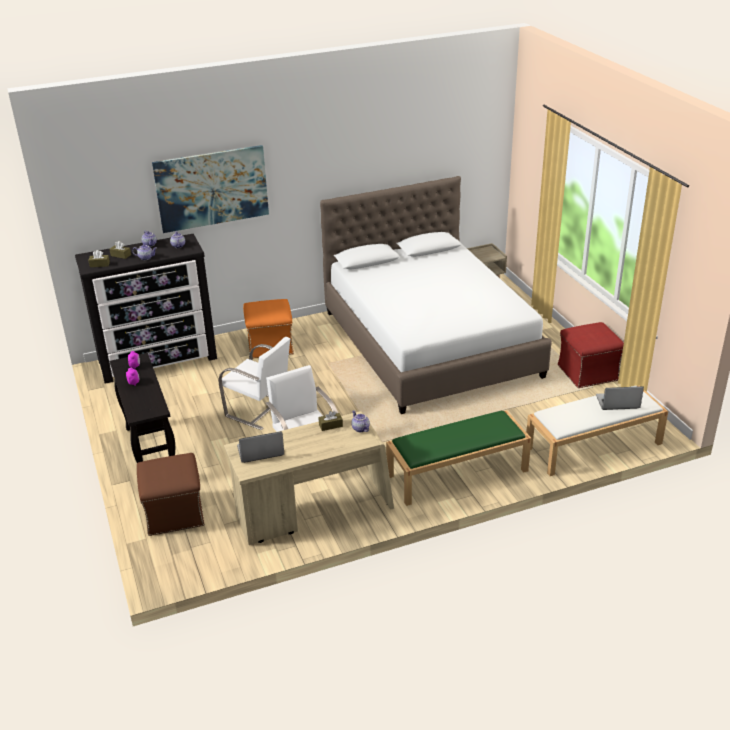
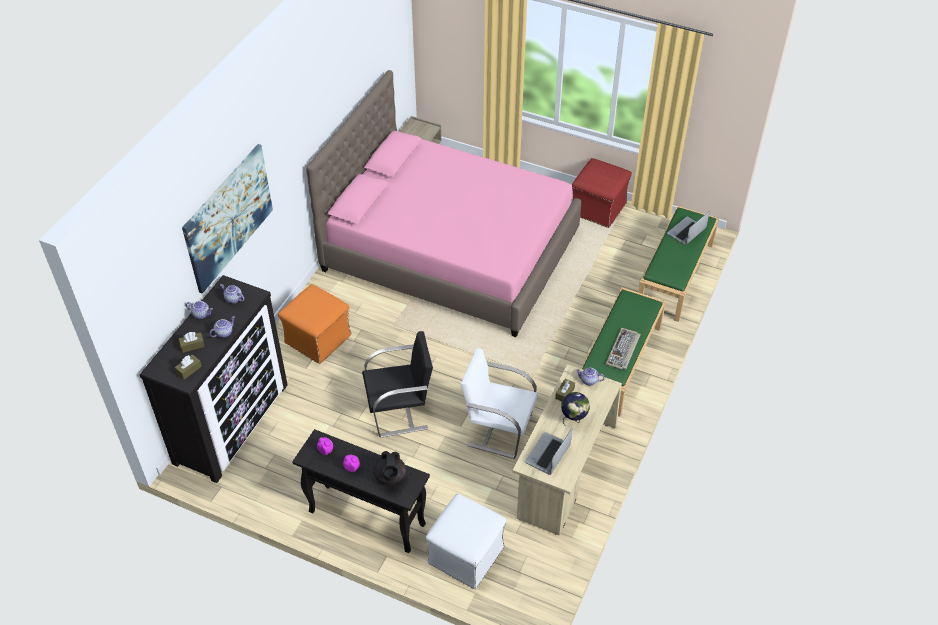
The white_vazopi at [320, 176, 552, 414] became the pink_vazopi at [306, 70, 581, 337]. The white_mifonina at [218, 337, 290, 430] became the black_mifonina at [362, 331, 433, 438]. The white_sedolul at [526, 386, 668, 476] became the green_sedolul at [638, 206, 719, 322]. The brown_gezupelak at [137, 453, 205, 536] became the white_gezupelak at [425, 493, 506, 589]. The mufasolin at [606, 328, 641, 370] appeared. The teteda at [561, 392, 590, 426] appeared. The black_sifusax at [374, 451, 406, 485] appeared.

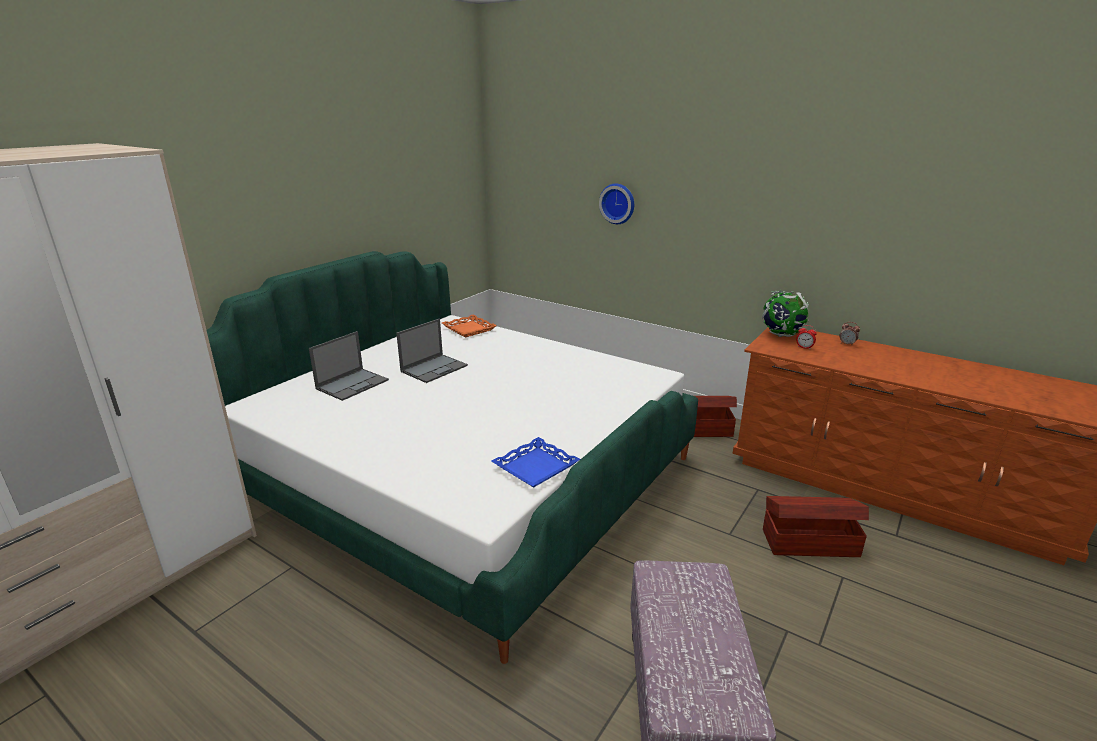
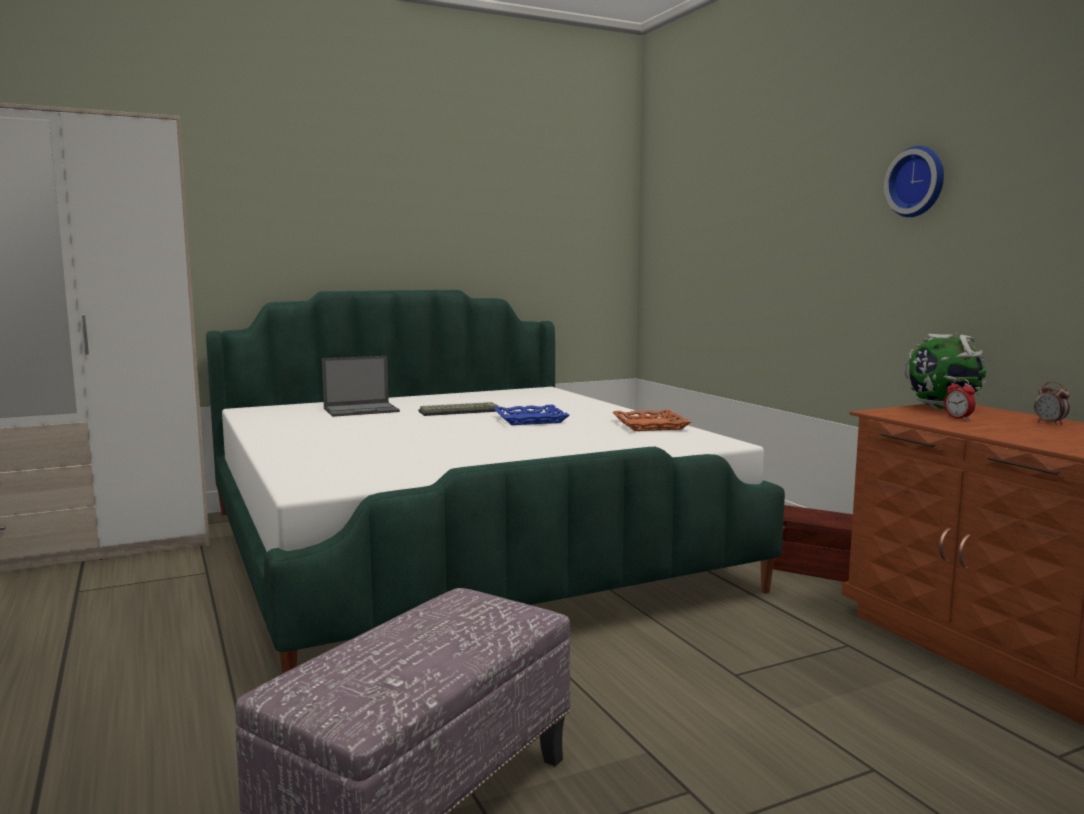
The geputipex moved from [599, 184, 634, 224] to [884, 146, 944, 217]. The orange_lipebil moved from [442, 314, 497, 337] to [613, 409, 691, 431]. The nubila at [396, 319, 468, 383] was replaced by the mufasolin at [418, 402, 499, 416]. The blue_lipebil moved from [491, 437, 580, 487] to [493, 405, 570, 425]. The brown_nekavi at [763, 496, 869, 557] disappeared.

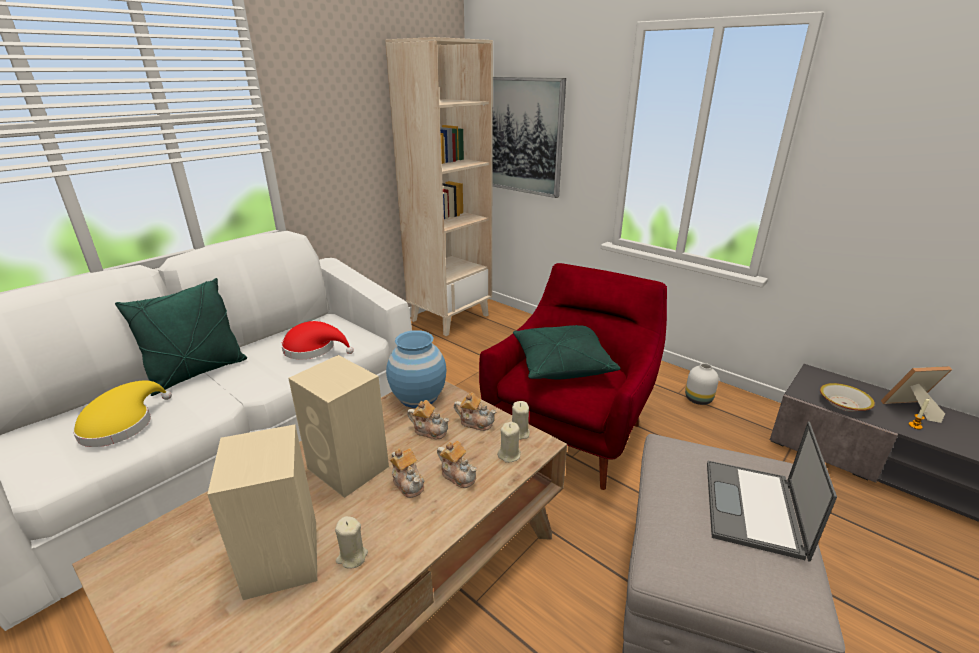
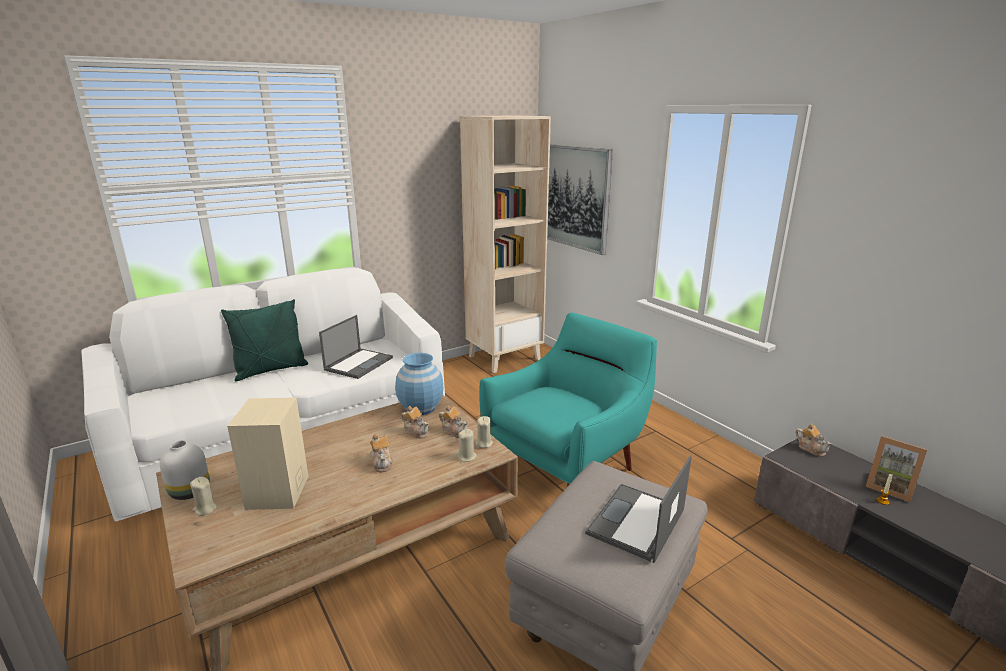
The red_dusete at [479, 263, 667, 490] became the turquoise_dusete at [479, 313, 657, 487]. The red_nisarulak at [281, 321, 354, 360] was replaced by the nubila at [319, 315, 393, 379]. The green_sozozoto at [513, 325, 620, 379] disappeared. The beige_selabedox at [288, 355, 389, 498] disappeared. The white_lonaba moved from [685, 363, 719, 405] to [160, 440, 210, 500]. The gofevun at [881, 366, 952, 423] turned 150 degrees counterclockwise. The yellow_nisarulak at [73, 381, 172, 447] disappeared. The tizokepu at [820, 383, 875, 412] disappeared. The sifusax moved from [437, 441, 477, 488] to [796, 424, 832, 457]. The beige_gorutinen moved from [335, 516, 368, 569] to [190, 477, 217, 516].

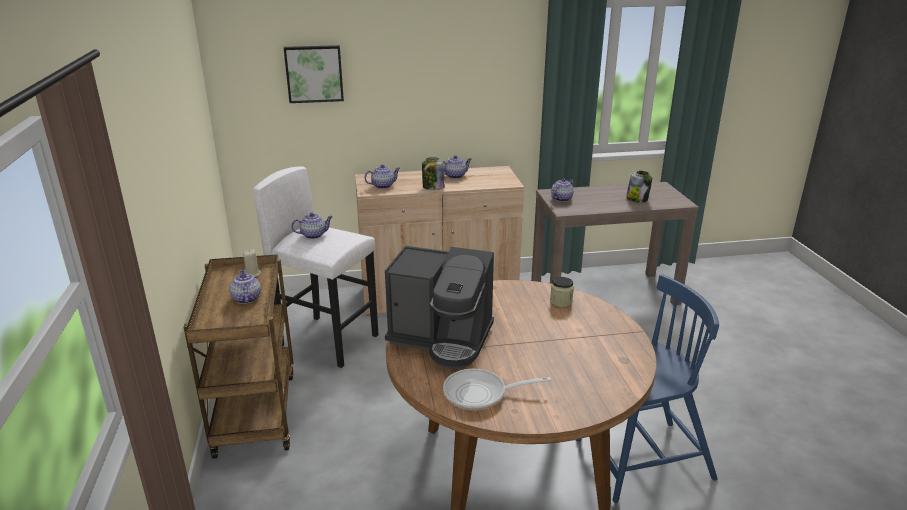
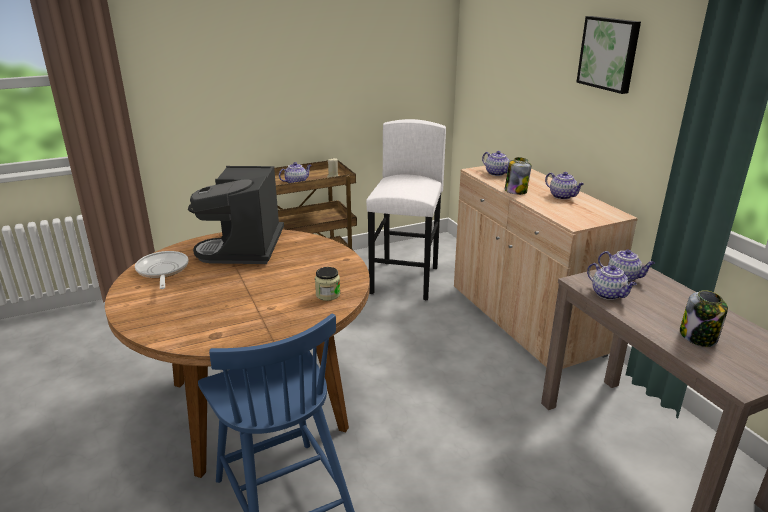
The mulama moved from [284, 45, 344, 103] to [576, 16, 641, 94]. The sifusax moved from [291, 213, 333, 239] to [587, 263, 637, 300].

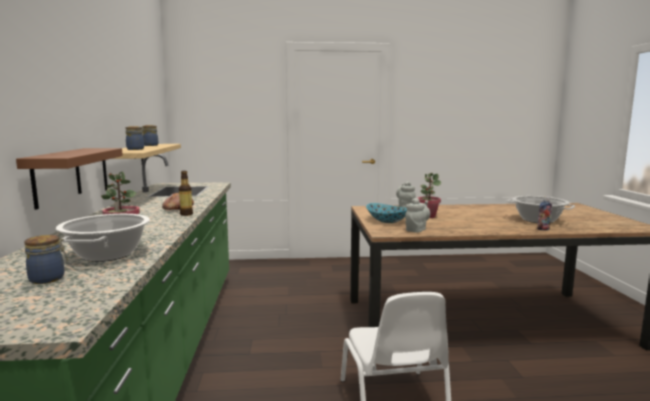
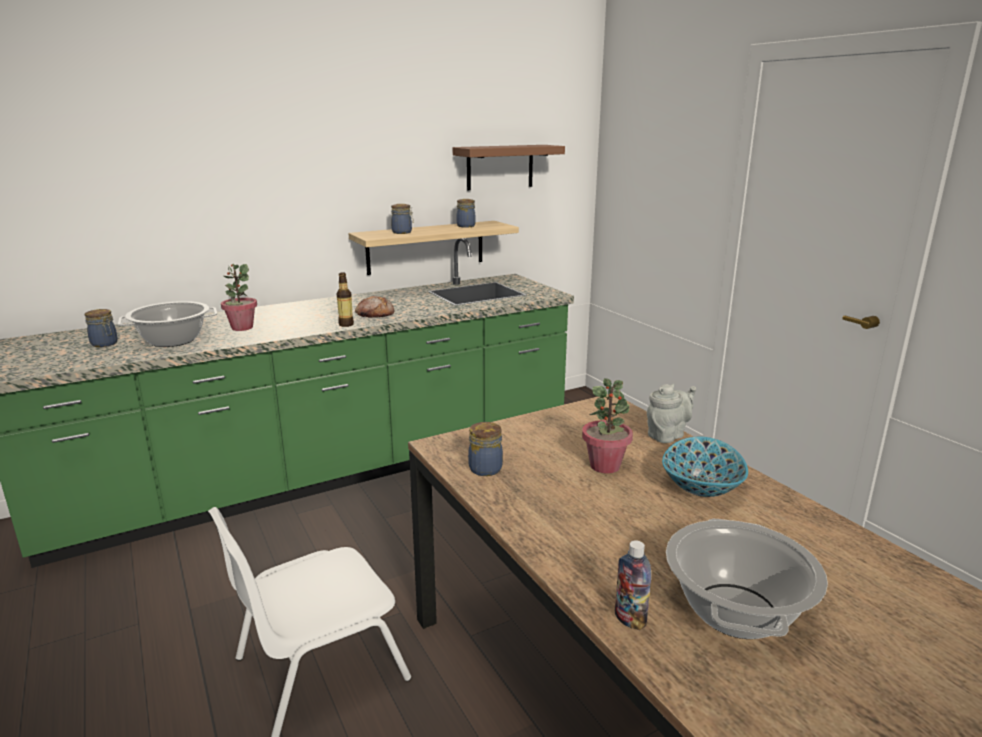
The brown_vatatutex moved from [16, 148, 123, 210] to [453, 145, 565, 190]. The grey_sifusax at [405, 198, 430, 233] was replaced by the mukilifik at [468, 422, 503, 476]. The tizokepu moved from [366, 203, 407, 223] to [662, 437, 748, 497].

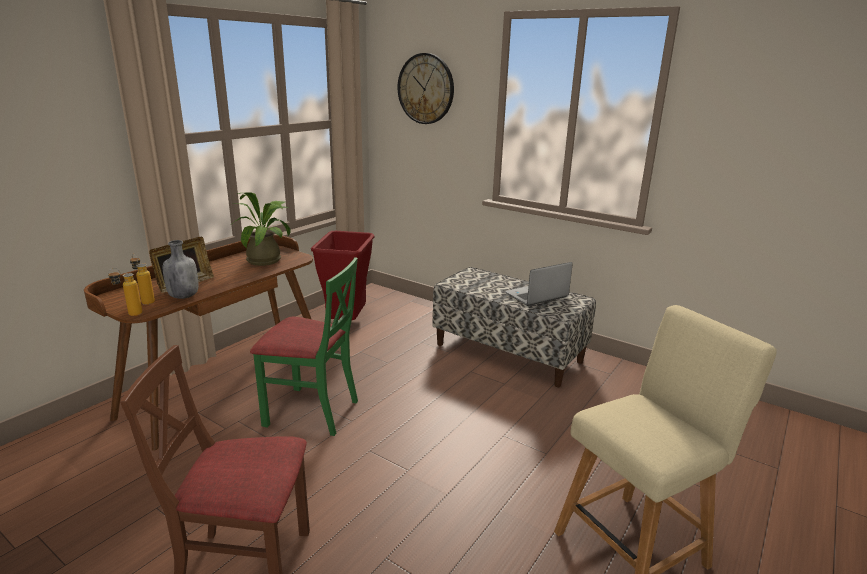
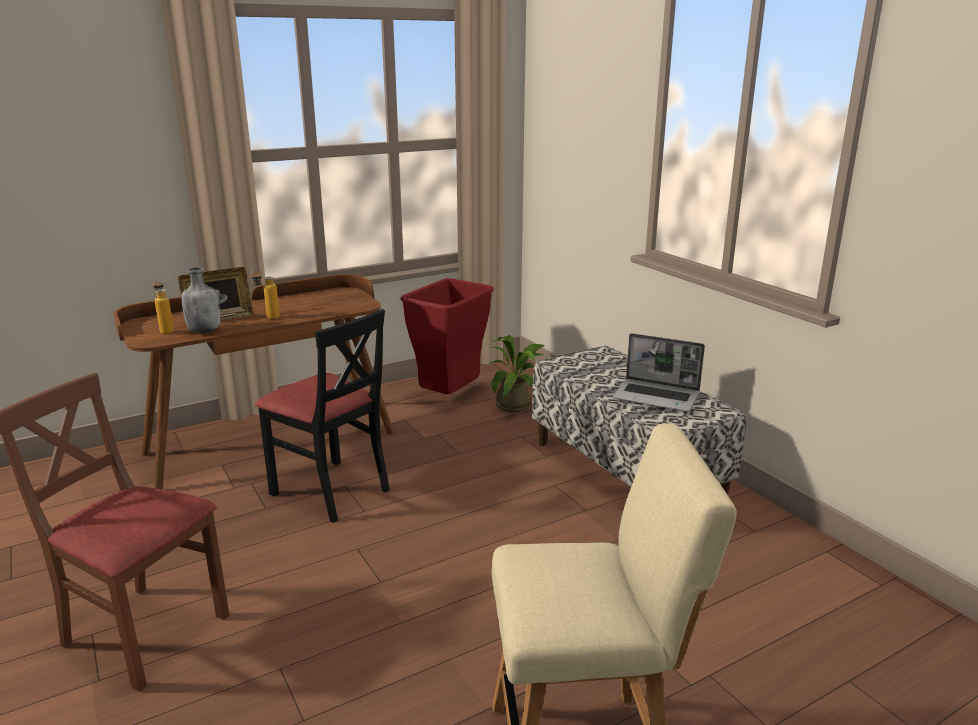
The geputipex at [398, 53, 454, 124] disappeared. The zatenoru moved from [232, 192, 291, 266] to [485, 335, 546, 413]. The green_mifonina at [250, 257, 358, 436] became the black_mifonina at [255, 309, 390, 523]. The nubila at [505, 262, 573, 306] turned 150 degrees counterclockwise. The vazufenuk moved from [108, 268, 142, 316] to [251, 269, 280, 319].

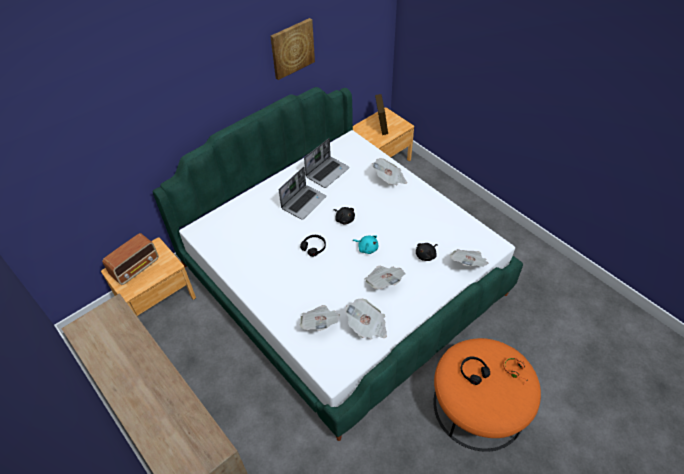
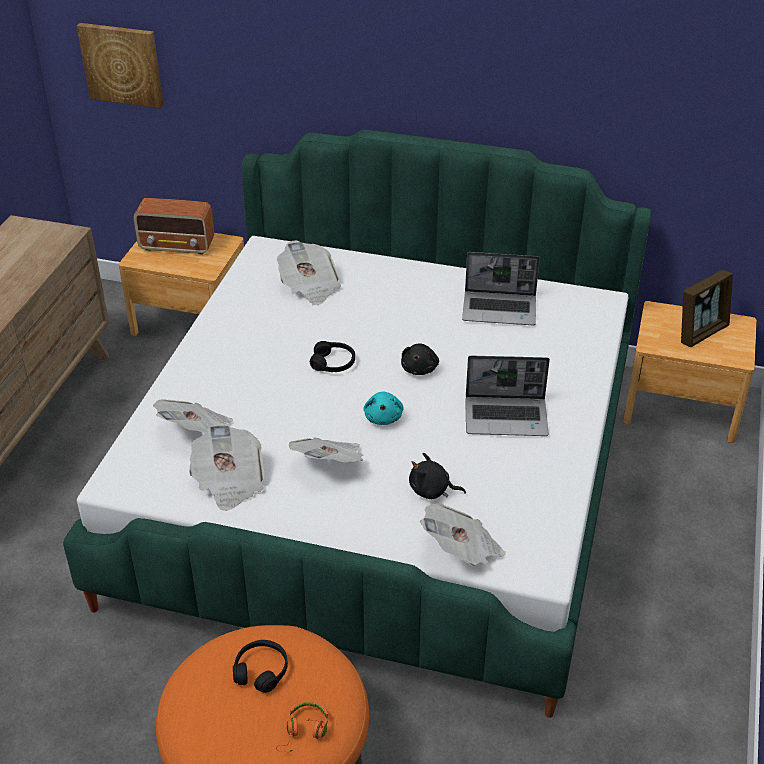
The mulama moved from [271, 18, 315, 80] to [77, 23, 164, 108]. The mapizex moved from [372, 158, 407, 185] to [277, 240, 341, 305]. The nubila moved from [279, 167, 327, 220] to [465, 356, 550, 436].

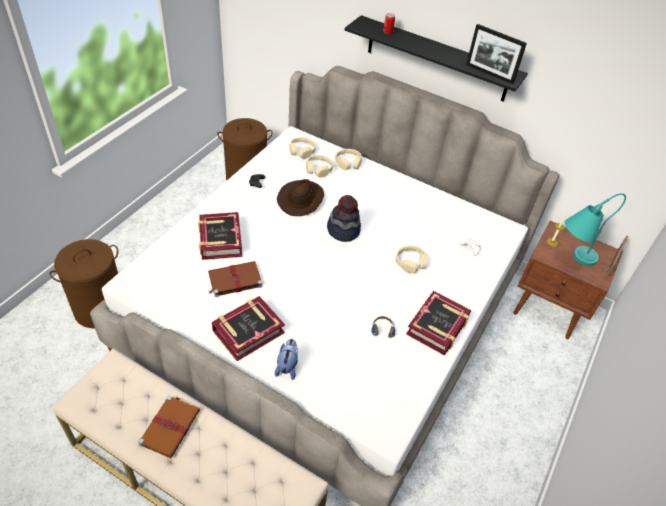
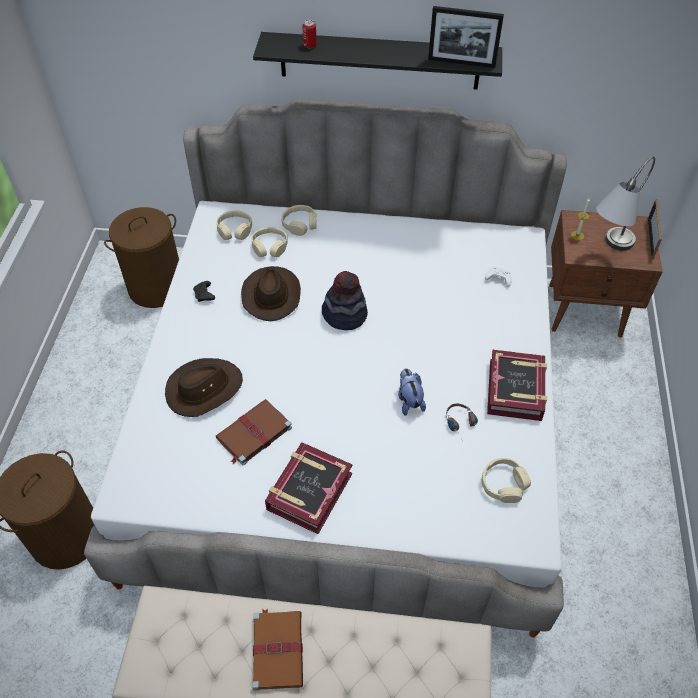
The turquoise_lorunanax at [564, 193, 626, 266] became the grey_lorunanax at [596, 157, 655, 250]. The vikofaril at [198, 212, 242, 260] was replaced by the brown_nisarulak at [165, 358, 243, 417]. The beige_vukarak moved from [396, 245, 427, 274] to [482, 458, 531, 503]. The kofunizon moved from [275, 339, 298, 380] to [398, 368, 426, 416].

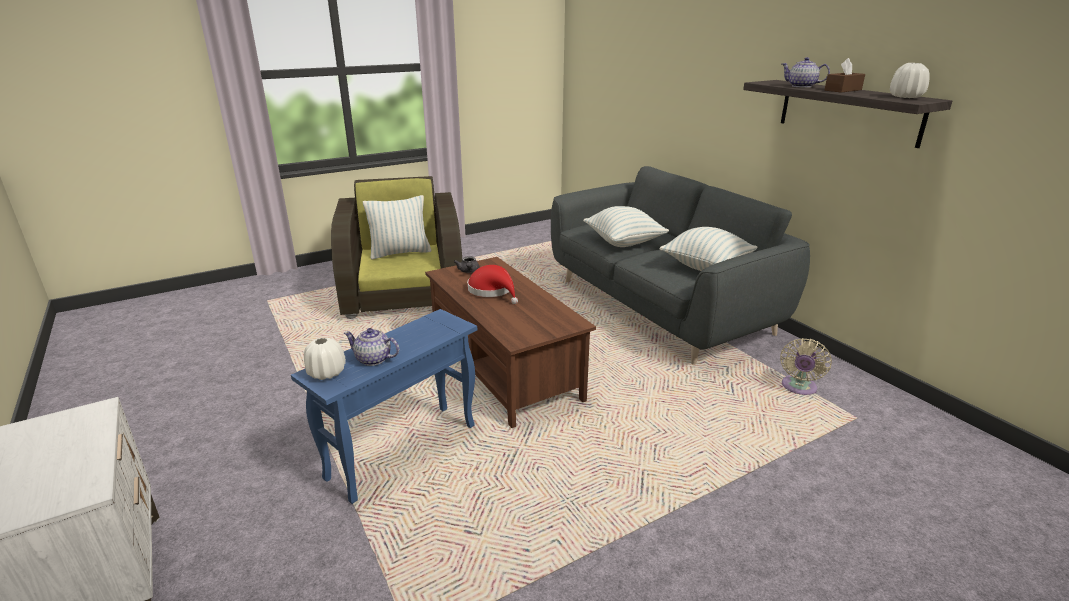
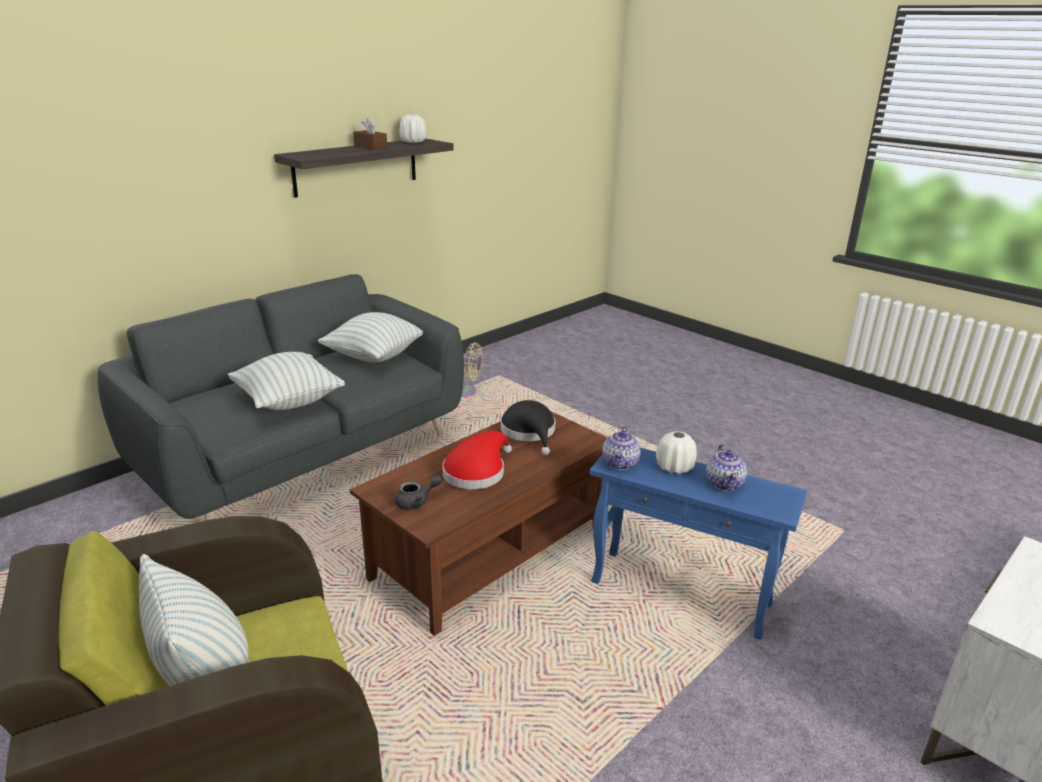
The sifusax moved from [782, 57, 830, 88] to [602, 426, 640, 470]. The white_lonaba moved from [304, 337, 346, 380] to [656, 431, 697, 474]. The black_nisarulak at [501, 400, 555, 455] appeared.

